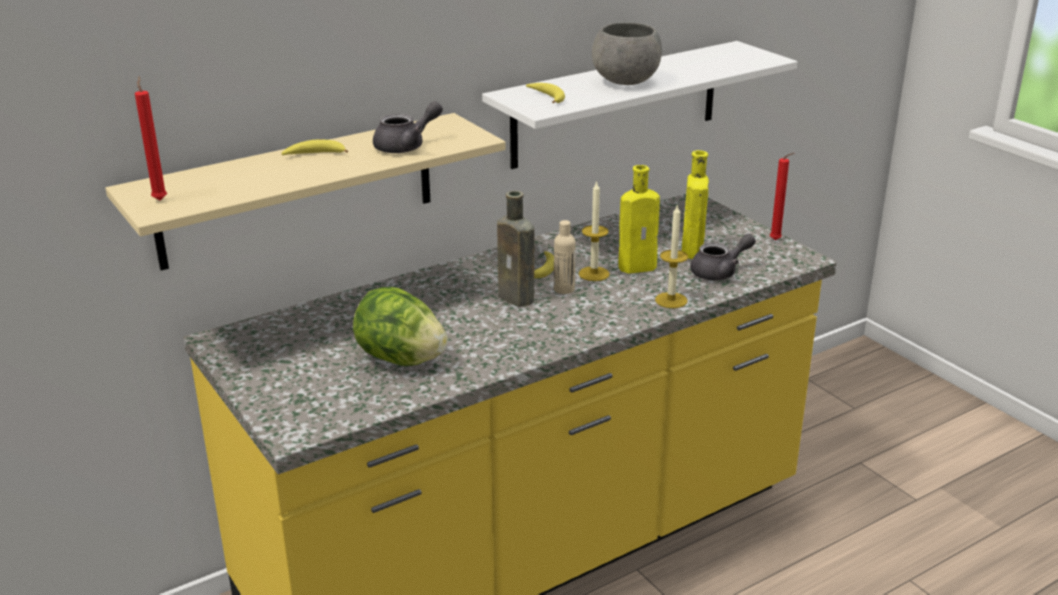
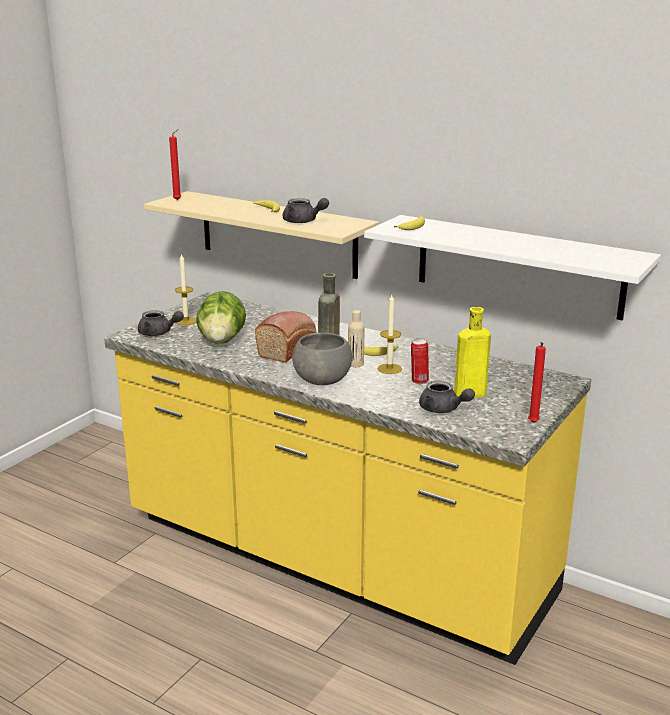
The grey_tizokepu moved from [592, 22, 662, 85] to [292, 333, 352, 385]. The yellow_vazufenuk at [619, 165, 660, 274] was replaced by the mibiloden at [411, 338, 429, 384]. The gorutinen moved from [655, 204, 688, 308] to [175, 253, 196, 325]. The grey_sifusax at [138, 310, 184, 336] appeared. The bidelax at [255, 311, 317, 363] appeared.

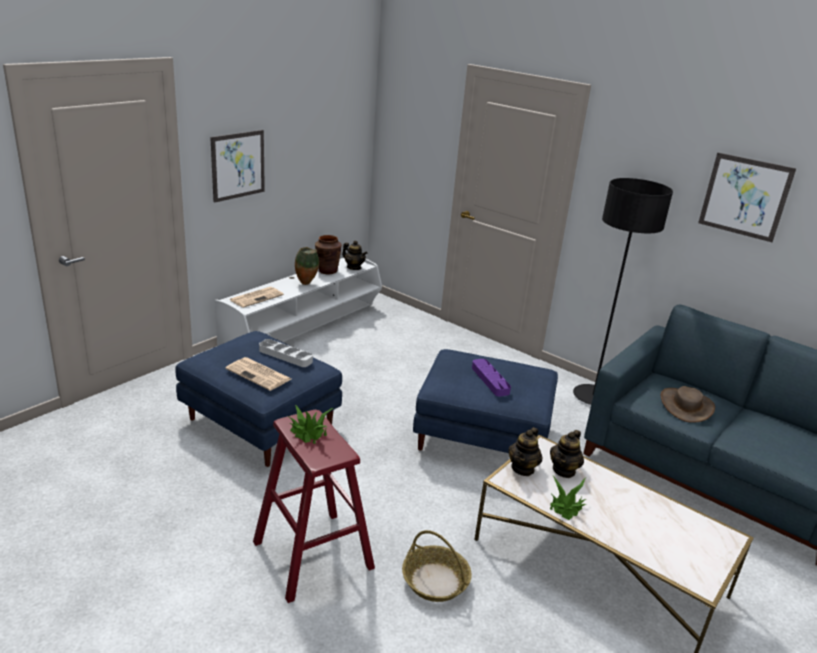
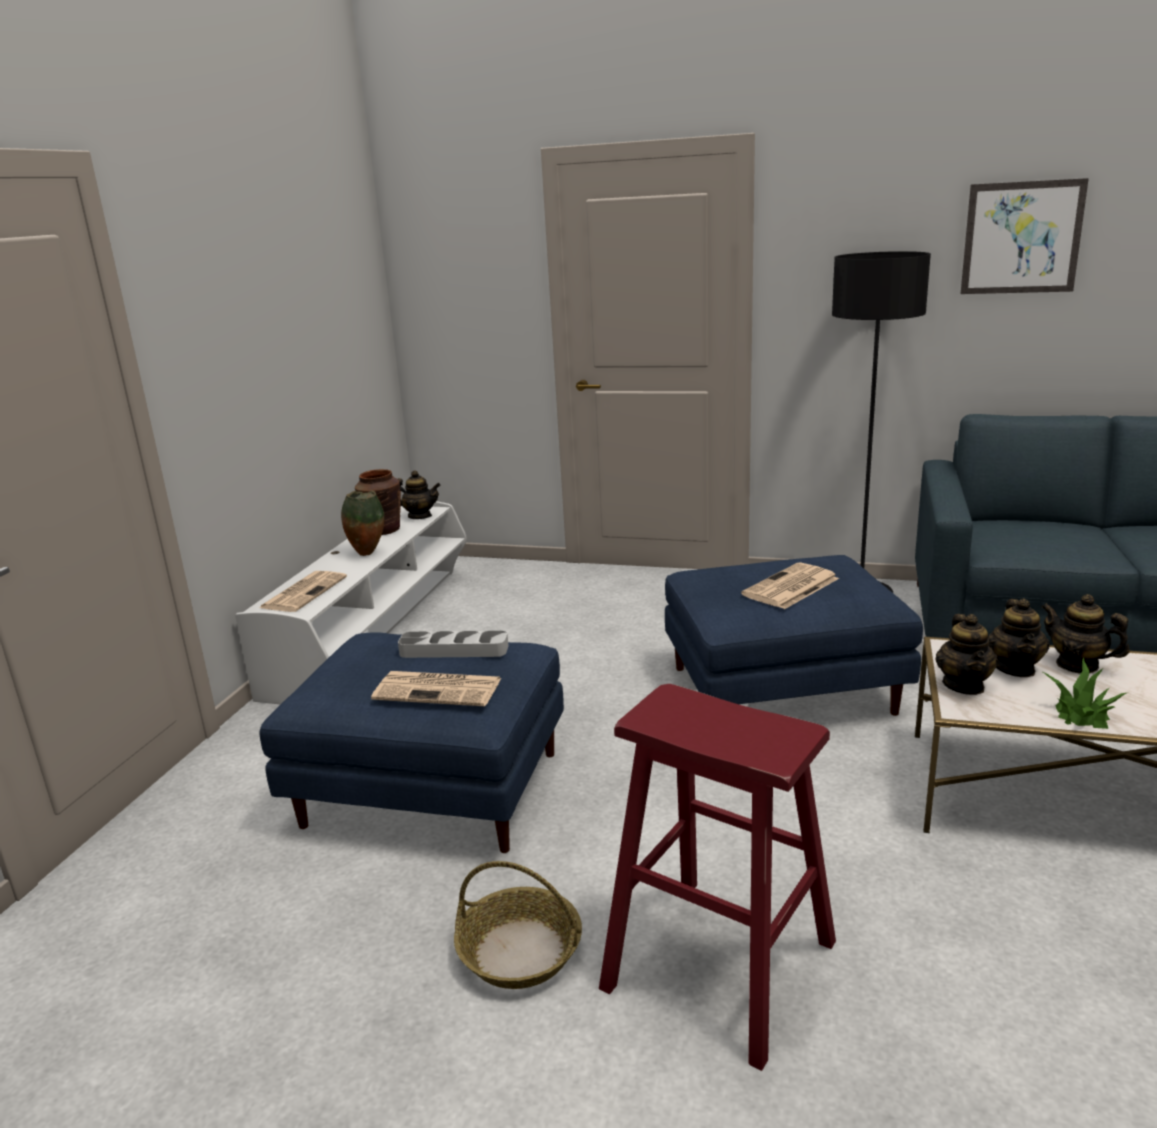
The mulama at [210, 130, 265, 203] disappeared. The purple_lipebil at [472, 359, 511, 396] was replaced by the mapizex at [741, 562, 839, 609]. The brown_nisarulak at [661, 386, 715, 423] disappeared. The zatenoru at [288, 405, 333, 444] disappeared. The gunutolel moved from [402, 530, 472, 602] to [454, 861, 582, 989]. The sifusax at [1041, 594, 1130, 674] appeared.

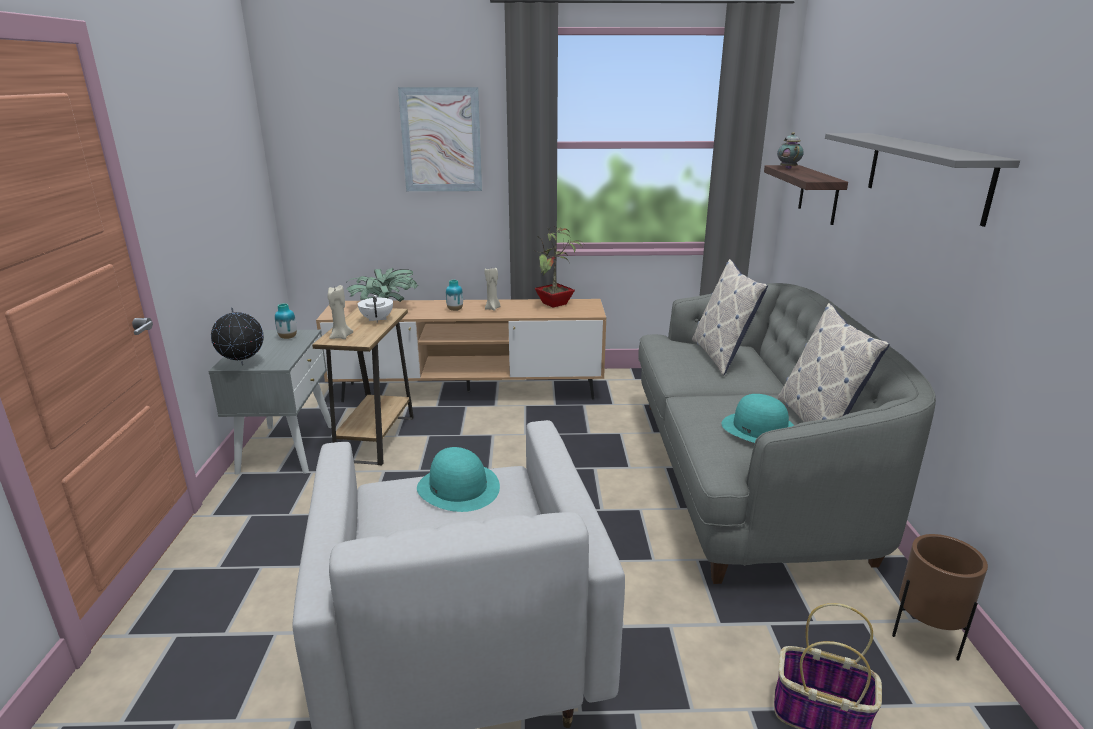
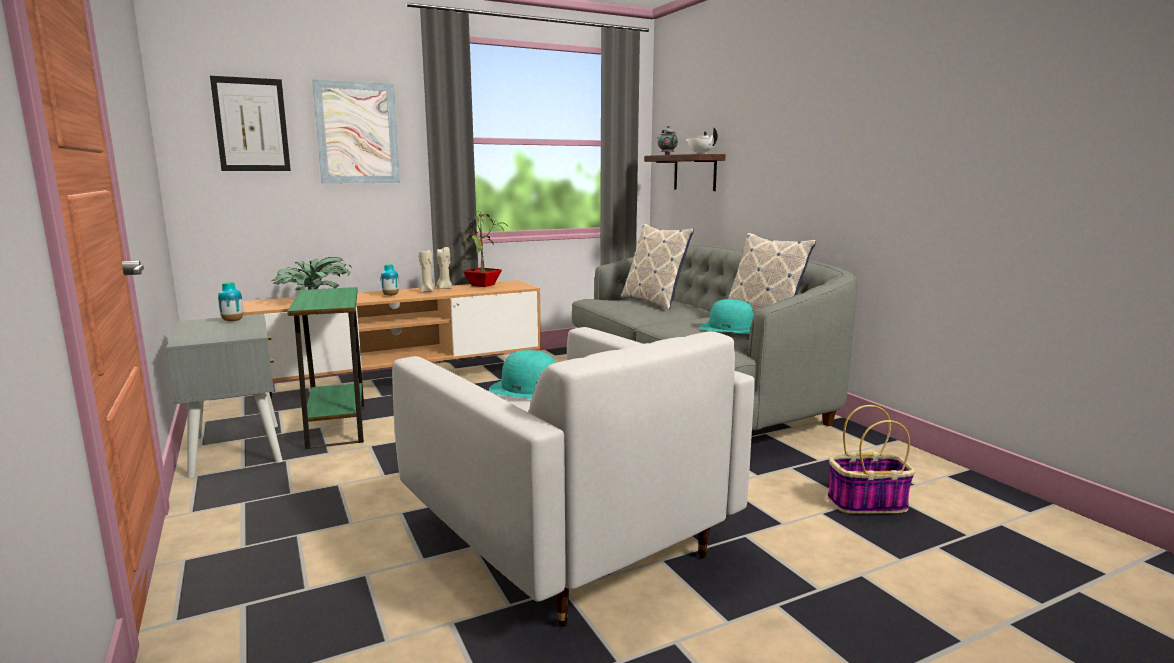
The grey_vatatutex at [825, 133, 1020, 227] disappeared. The beige_gorutinen moved from [328, 285, 353, 339] to [436, 247, 452, 289]. The white_sifusax moved from [358, 295, 393, 323] to [685, 127, 718, 154]. The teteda at [211, 307, 264, 365] disappeared. The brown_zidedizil at [312, 307, 414, 465] became the green_zidedizil at [287, 287, 364, 449]. The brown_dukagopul at [892, 534, 988, 661] disappeared. The mulama at [210, 76, 291, 171] appeared.

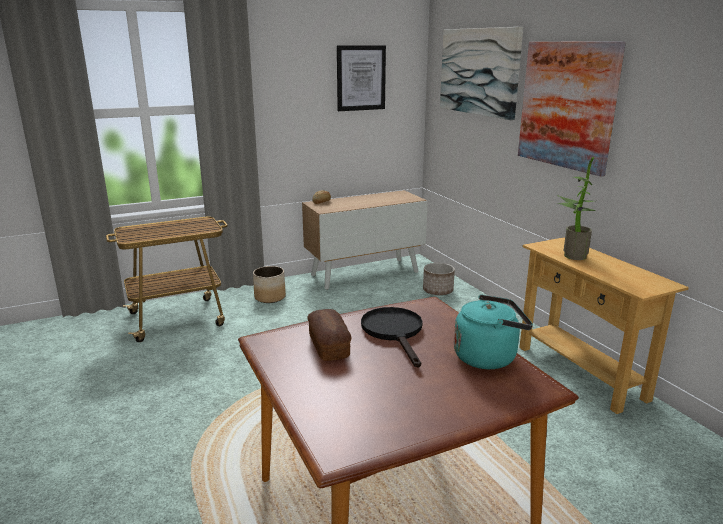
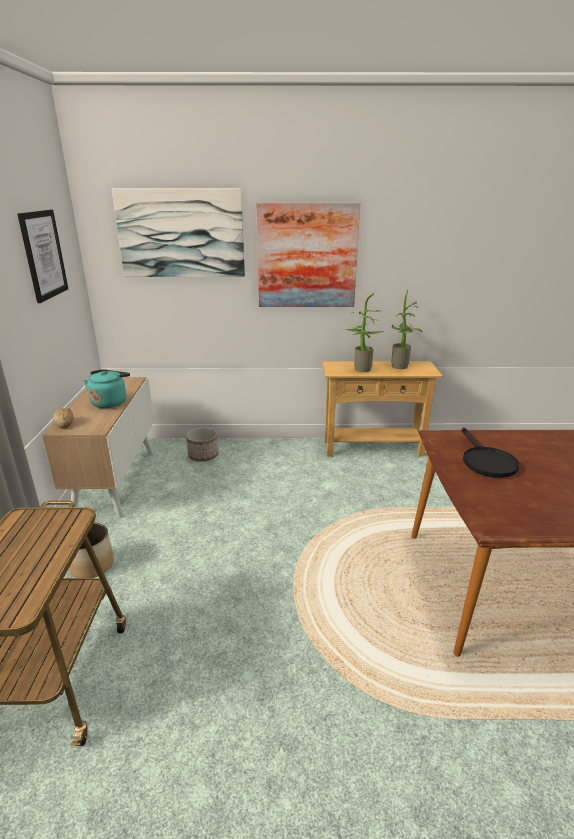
The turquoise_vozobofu moved from [454, 295, 533, 369] to [84, 369, 130, 408]. The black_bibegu at [361, 307, 423, 368] turned 105 degrees counterclockwise. The bidelax at [307, 309, 351, 361] disappeared. The zatenoru at [391, 290, 423, 369] appeared.

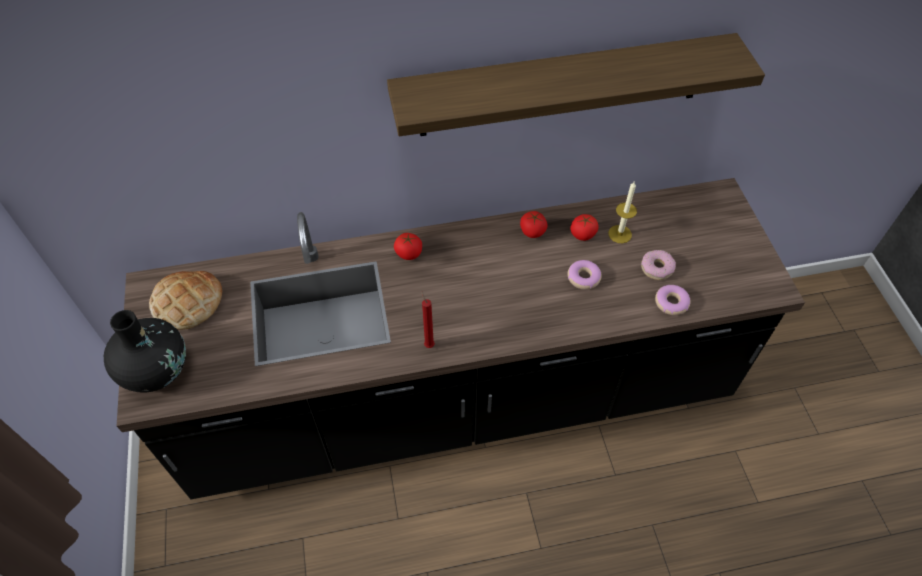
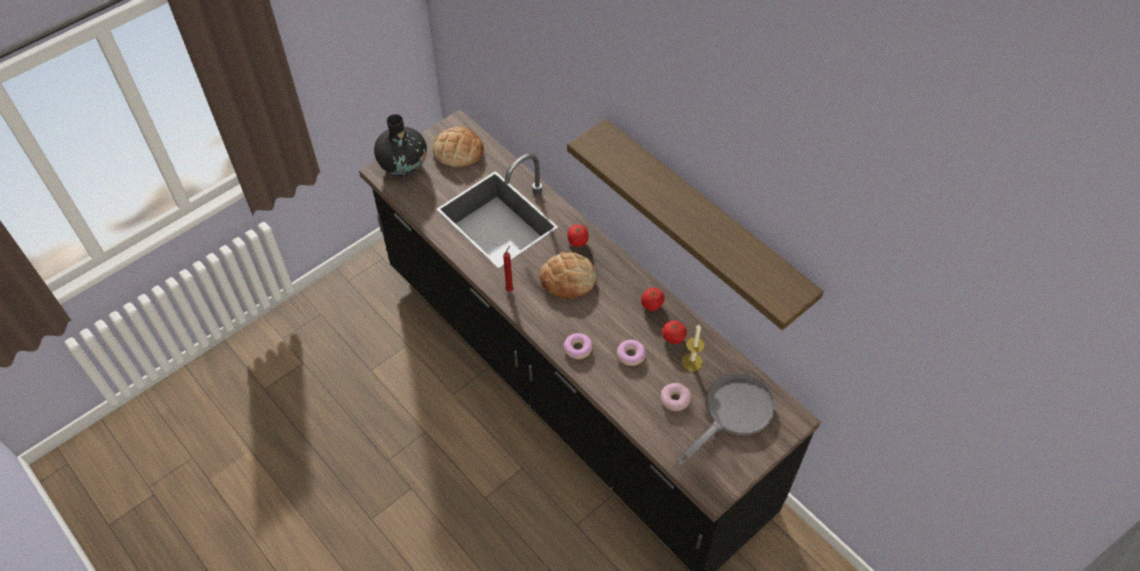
The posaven moved from [655, 285, 690, 315] to [564, 333, 593, 359]. The bidelax at [539, 252, 596, 299] appeared. The grey_bibegu at [677, 373, 775, 465] appeared.

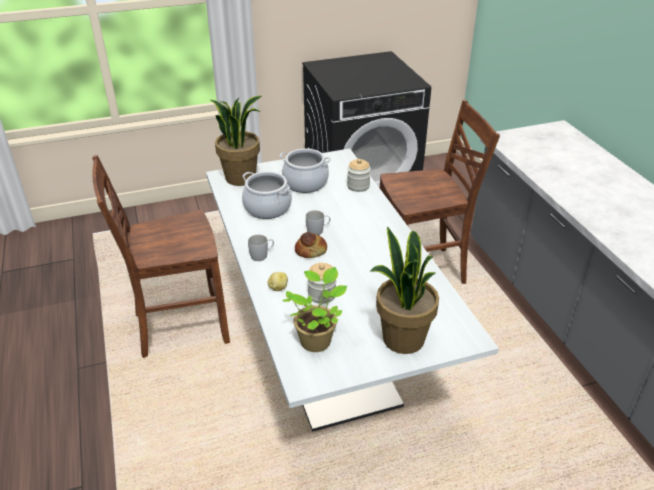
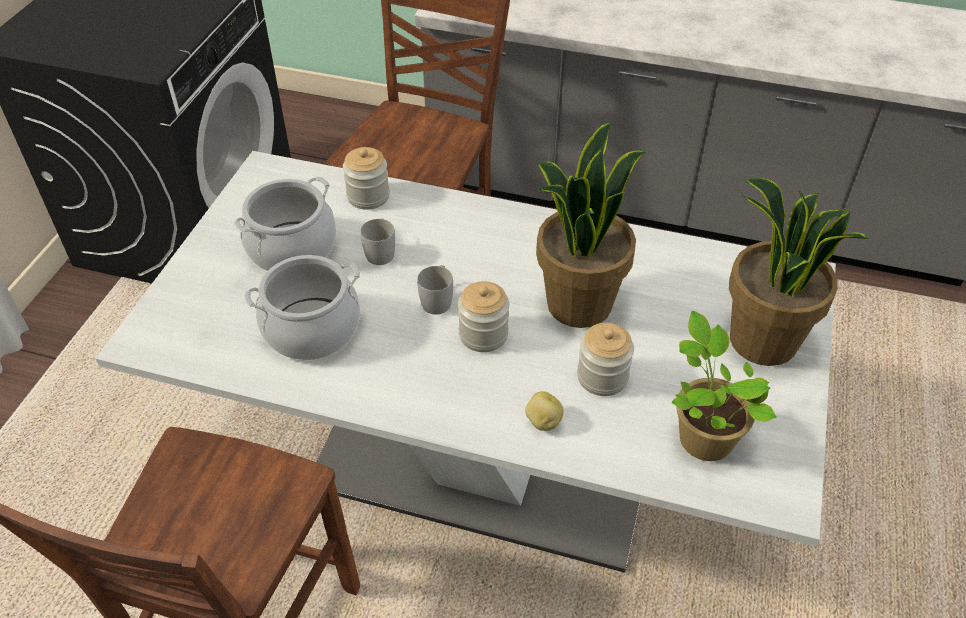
The zatenoru moved from [211, 96, 262, 186] to [536, 121, 647, 328]. The bidelax at [295, 232, 327, 258] was replaced by the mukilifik at [458, 281, 509, 352]. The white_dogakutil moved from [248, 235, 274, 261] to [360, 218, 395, 265].

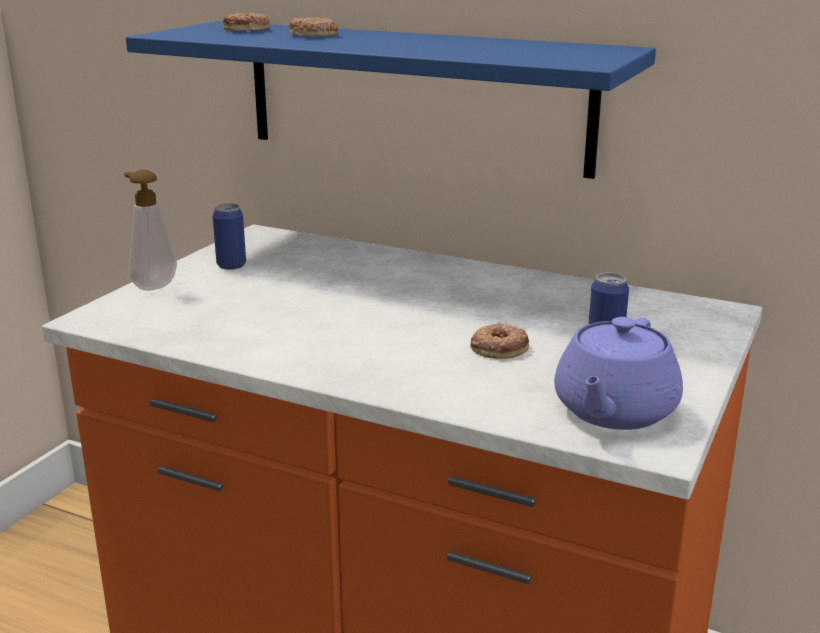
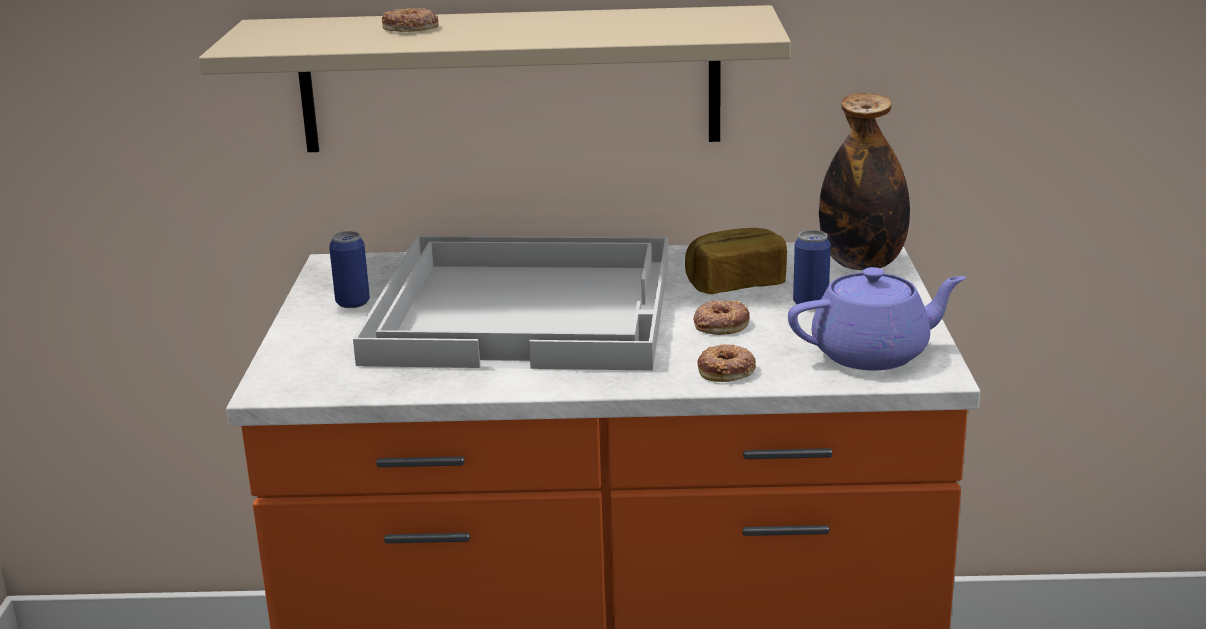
The posaven moved from [223, 13, 270, 31] to [697, 344, 756, 382]. The blue_vatatutex at [126, 21, 656, 179] became the beige_vatatutex at [199, 5, 791, 152]. The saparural at [124, 170, 177, 291] disappeared. The purple_sifusax at [554, 317, 683, 430] turned 105 degrees counterclockwise. The vazufenuk at [819, 93, 910, 270] appeared. The bidelax at [685, 228, 787, 294] appeared. The white_lipebil at [353, 236, 669, 371] appeared.

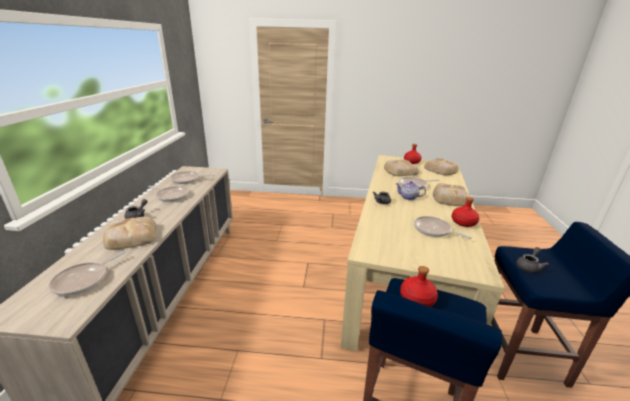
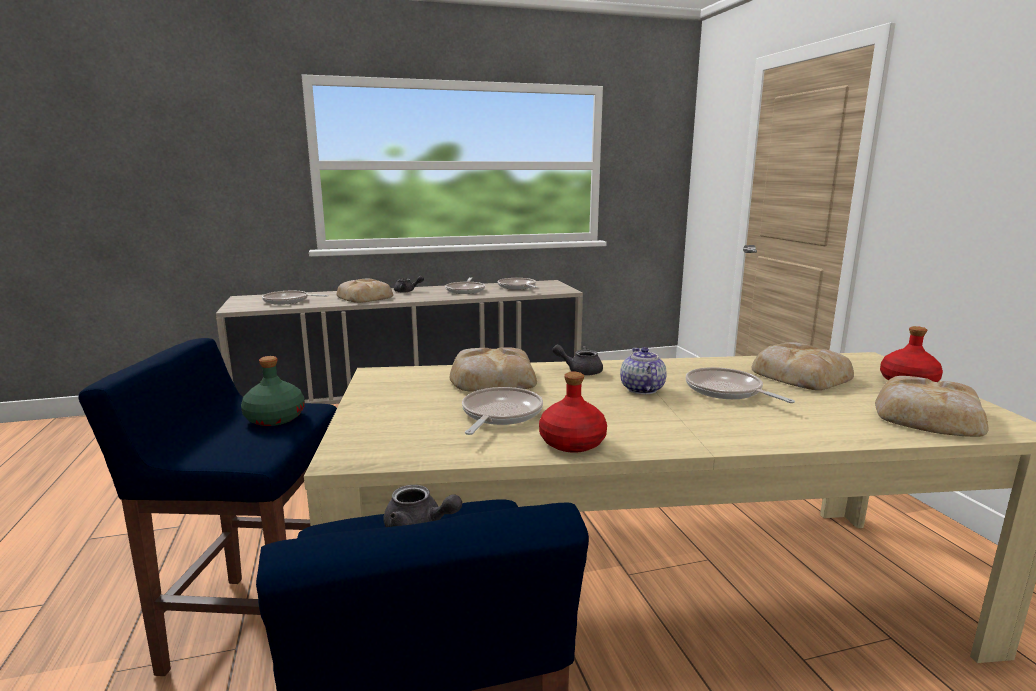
The bidelax moved from [433, 184, 468, 206] to [450, 347, 537, 392]. The red_vazufenuk at [400, 266, 438, 307] became the green_vazufenuk at [241, 356, 305, 426].

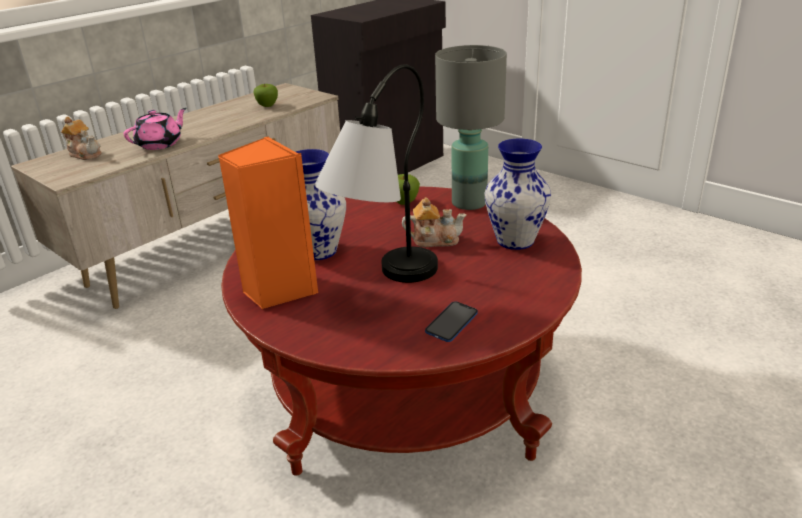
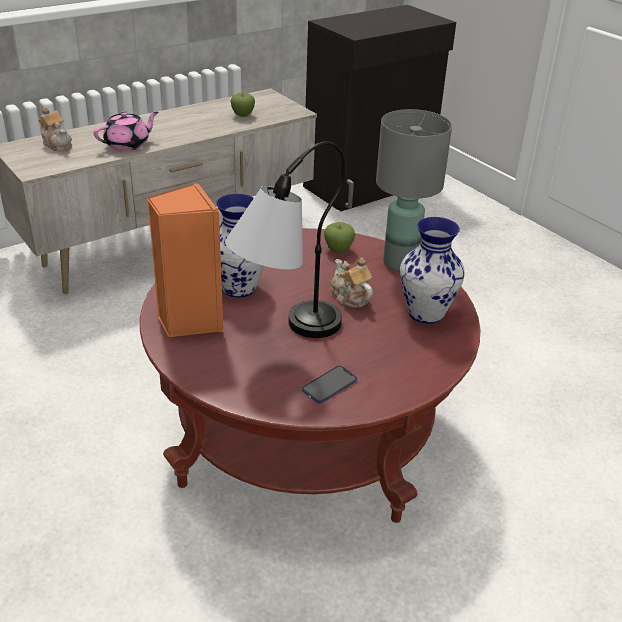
The sifusax at [402, 197, 466, 247] turned 135 degrees counterclockwise.

